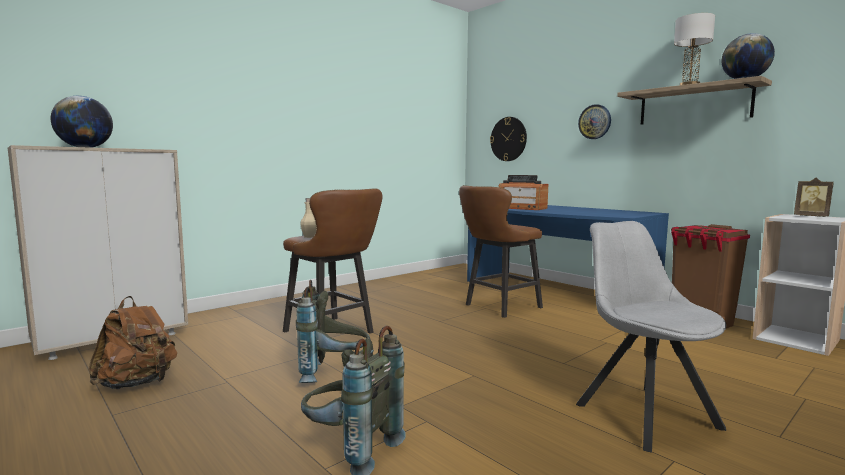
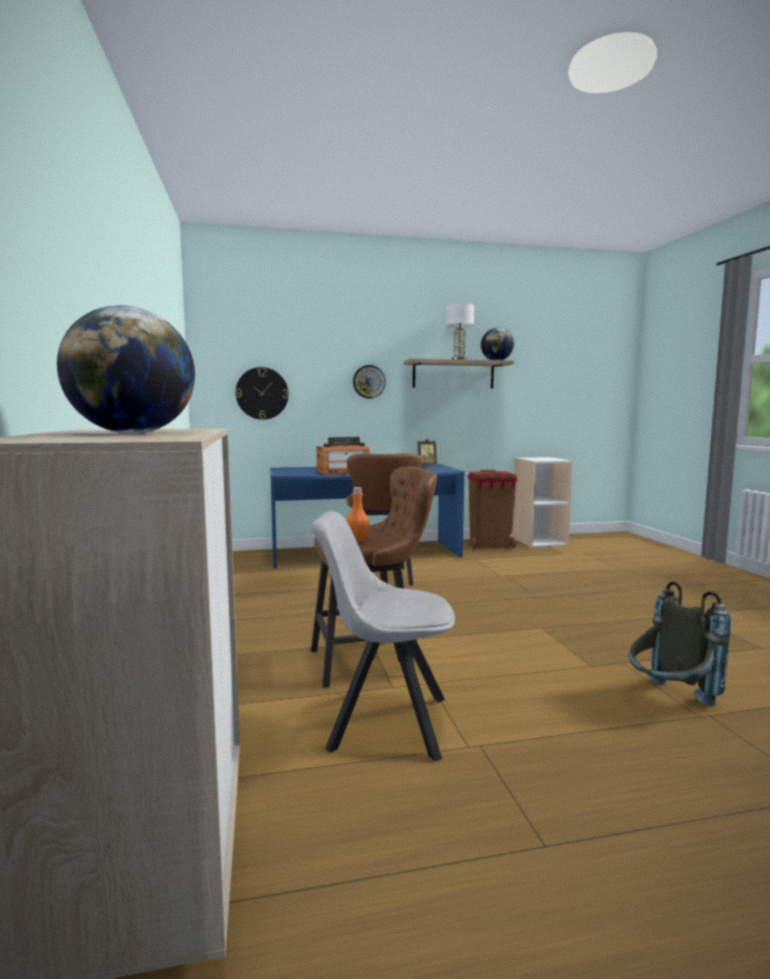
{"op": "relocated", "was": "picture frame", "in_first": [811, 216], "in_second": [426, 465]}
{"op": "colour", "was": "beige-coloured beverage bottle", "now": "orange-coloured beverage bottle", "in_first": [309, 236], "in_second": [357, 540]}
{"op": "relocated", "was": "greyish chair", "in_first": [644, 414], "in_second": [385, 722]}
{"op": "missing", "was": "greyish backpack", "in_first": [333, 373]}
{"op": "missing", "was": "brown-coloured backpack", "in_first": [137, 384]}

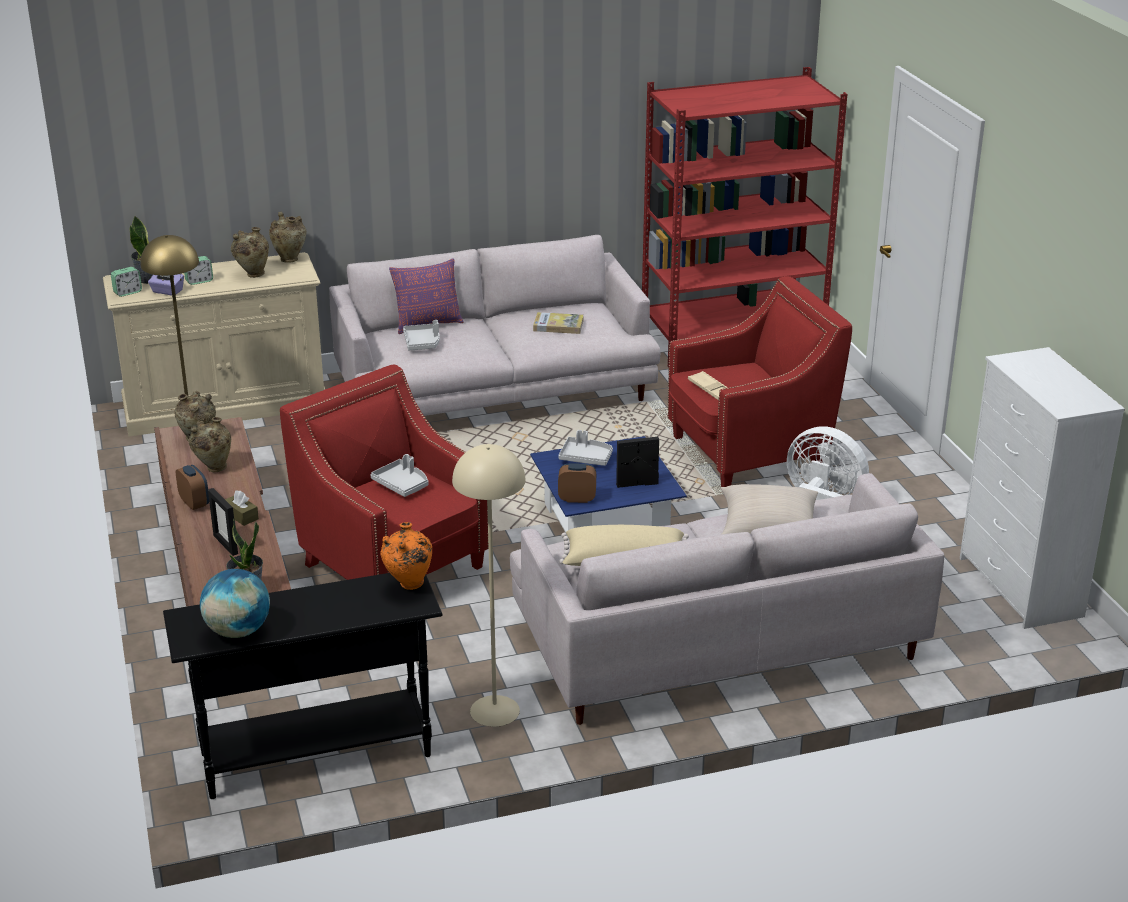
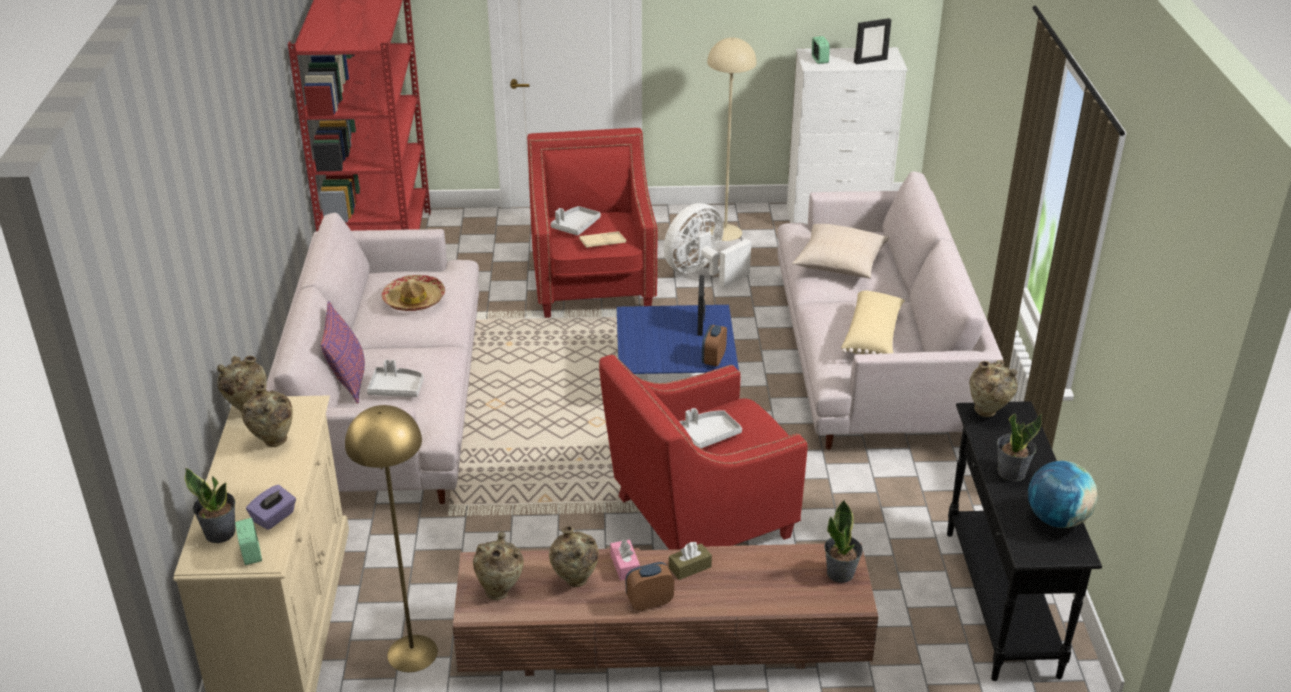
{"op": "relocated", "was": "alarm clock", "in_first": [199, 281], "in_second": [819, 60]}
{"op": "exchanged", "was": "book", "now": "wearable hat", "in_first": [558, 325], "in_second": [414, 300]}
{"op": "relocated", "was": "greyish carrying tray", "in_first": [586, 458], "in_second": [575, 226]}
{"op": "relocated", "was": "beige-coloured standing lamp", "in_first": [494, 710], "in_second": [725, 232]}
{"op": "relocated", "was": "picture frame", "in_first": [226, 544], "in_second": [870, 61]}
{"op": "colour", "was": "orange-coloured flower vase", "now": "beige-coloured flower vase", "in_first": [408, 585], "in_second": [988, 413]}
{"op": "appeared", "now": "potted plant", "in_second": [1011, 472]}
{"op": "appeared", "now": "pinkish tissue holder", "in_second": [625, 566]}

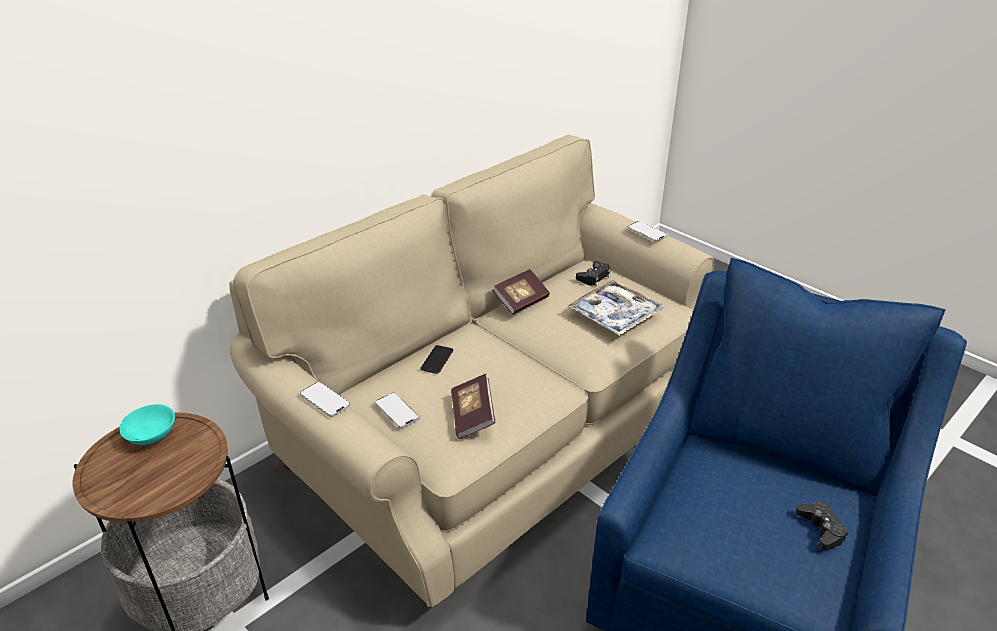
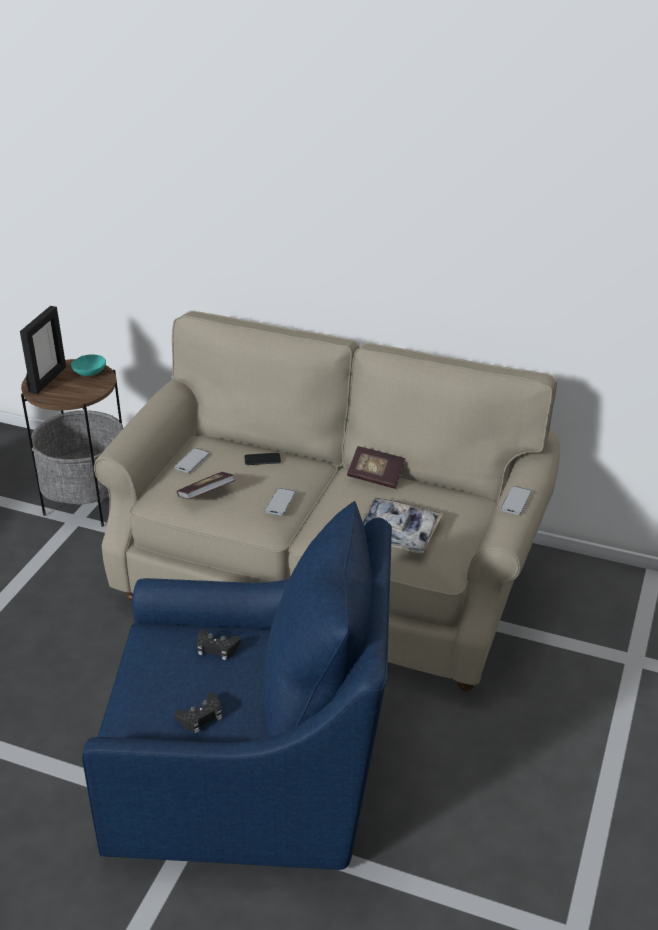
{"op": "relocated", "was": "blackish gamepad", "in_first": [594, 277], "in_second": [216, 648]}
{"op": "relocated", "was": "handset", "in_first": [325, 400], "in_second": [280, 502]}
{"op": "appeared", "now": "picture frame", "in_second": [47, 379]}

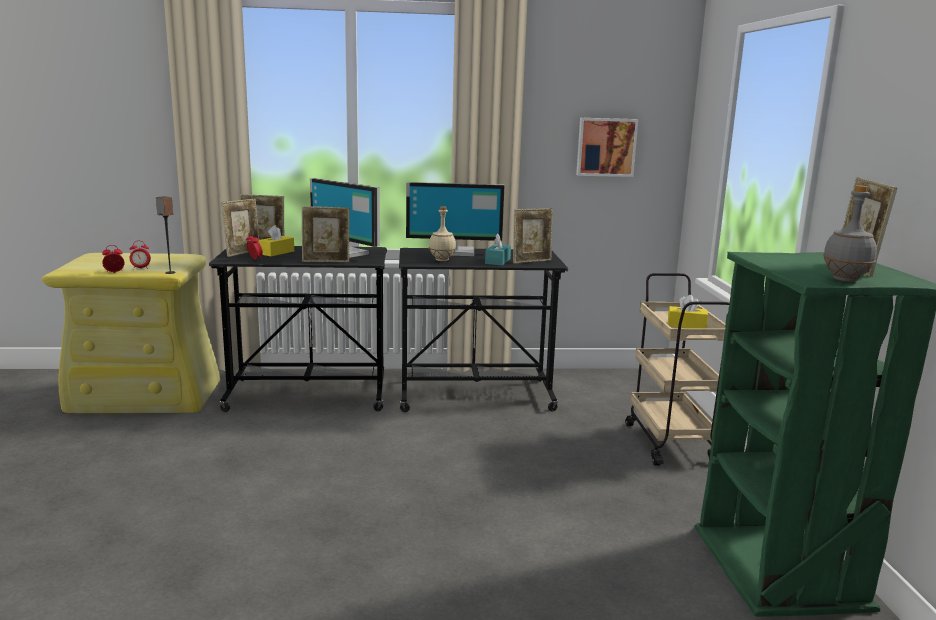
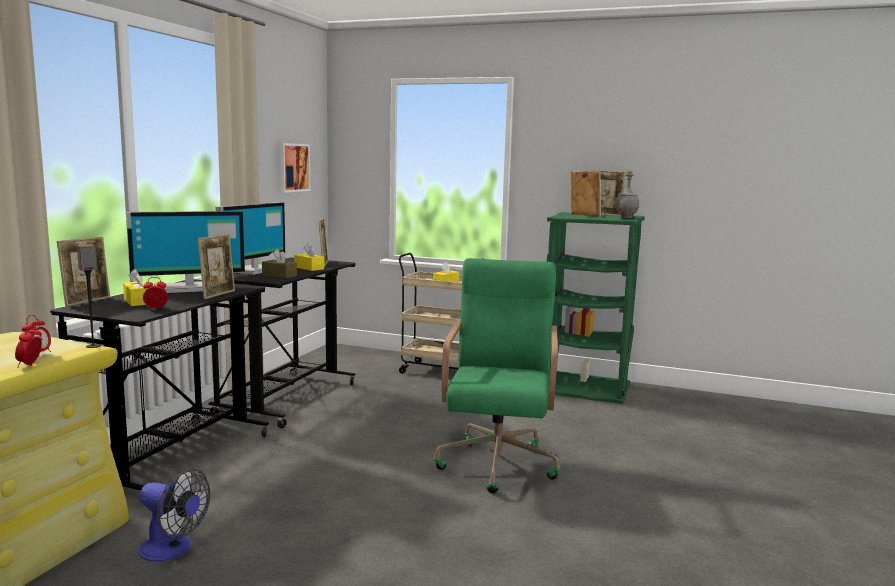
{"op": "relocated", "was": "picture frame", "in_first": [243, 253], "in_second": [584, 216]}
{"op": "exchanged", "was": "beige-coloured beverage bottle", "now": "brown-coloured tissue holder", "in_first": [442, 260], "in_second": [279, 275]}
{"op": "colour", "was": "turquoise tissue holder", "now": "yellow tissue holder", "in_first": [497, 261], "in_second": [309, 268]}
{"op": "appeared", "now": "greenish office chair", "in_second": [497, 463]}
{"op": "appeared", "now": "cooling fan", "in_second": [172, 550]}

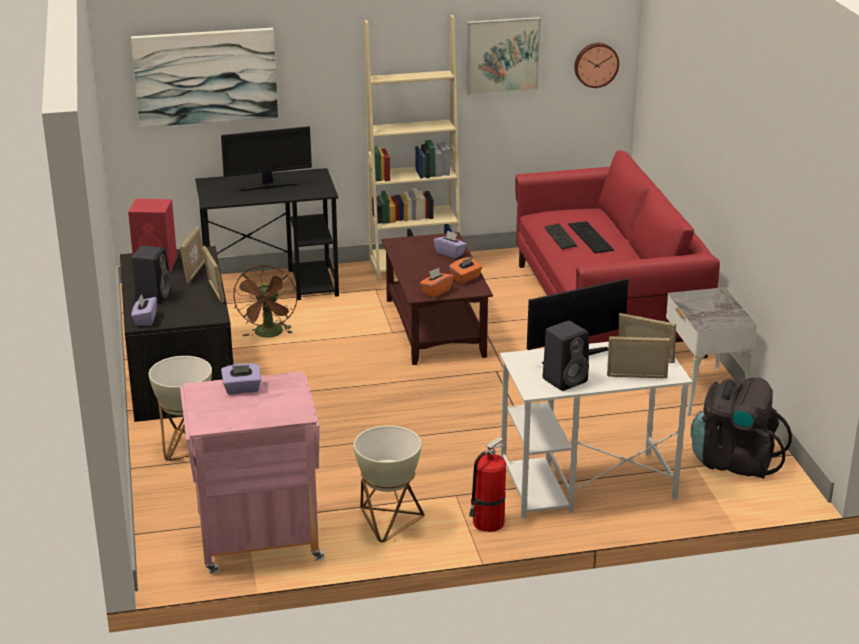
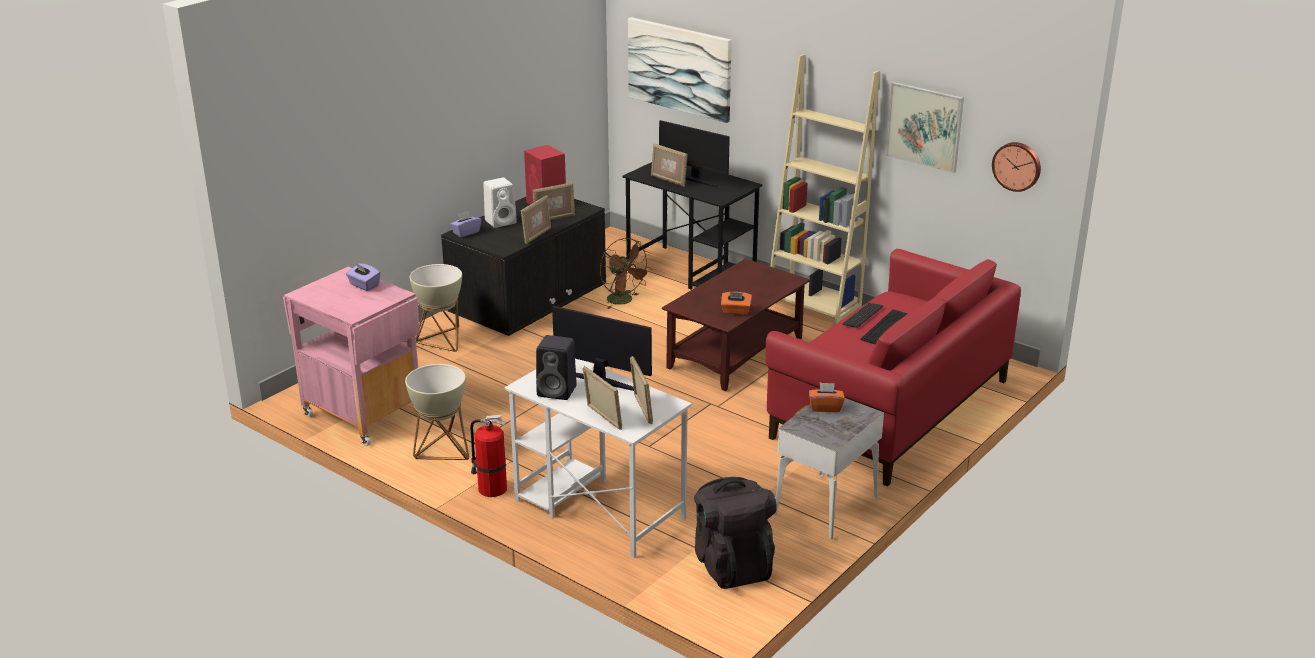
{"op": "missing", "was": "purple tissue holder", "in_first": [450, 253]}
{"op": "colour", "was": "blackish loudspeaker", "now": "whitish loudspeaker", "in_first": [153, 296], "in_second": [501, 221]}
{"op": "spun", "was": "brown-coloured cooling fan", "in_first": [269, 334], "in_second": [624, 301], "clockwise": -90}
{"op": "relocated", "was": "orange-coloured tissue holder", "in_first": [436, 291], "in_second": [825, 407]}
{"op": "appeared", "now": "picture frame", "in_second": [668, 180]}

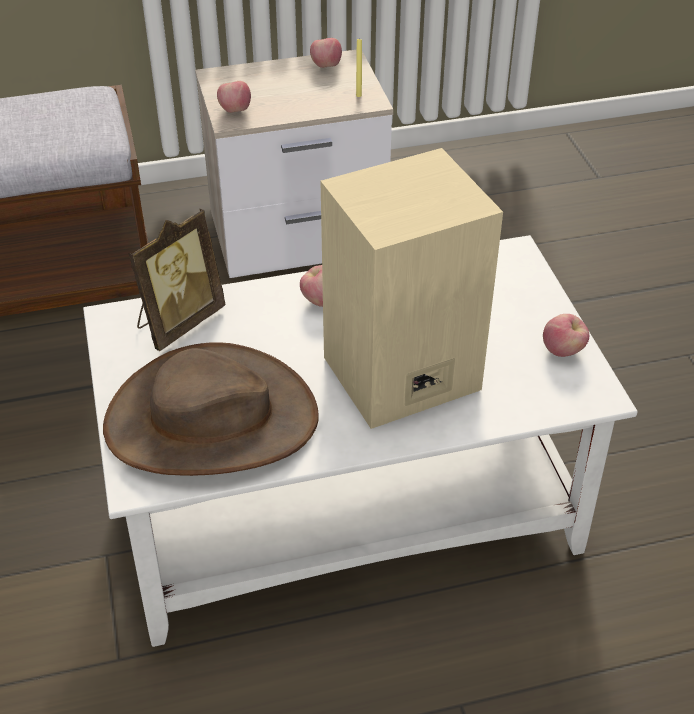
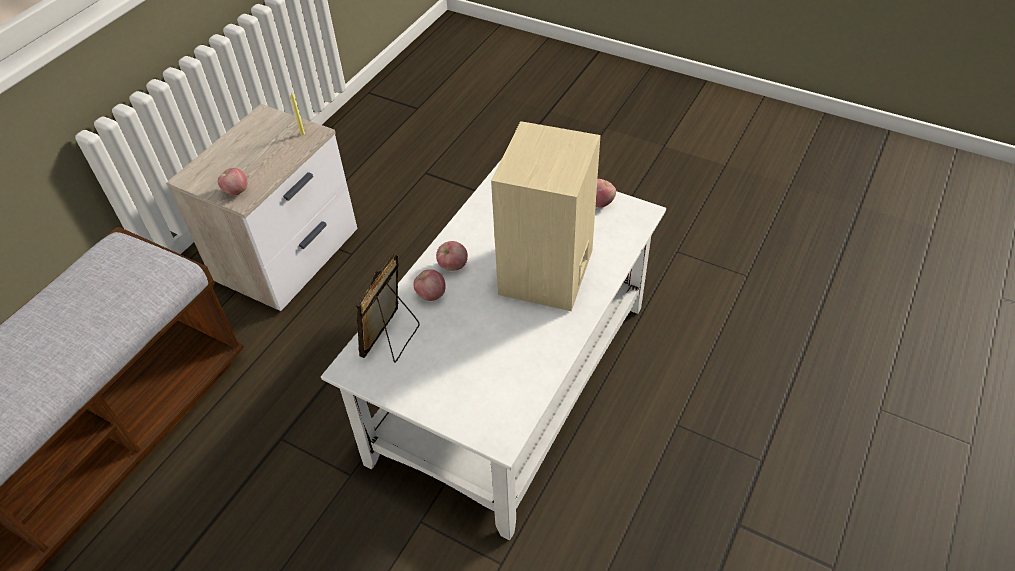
{"op": "relocated", "was": "apple fruit", "in_first": [326, 66], "in_second": [430, 295]}
{"op": "spun", "was": "picture frame", "in_first": [178, 322], "in_second": [392, 339], "clockwise": -150}
{"op": "missing", "was": "brown-coloured wearable hat", "in_first": [211, 420]}

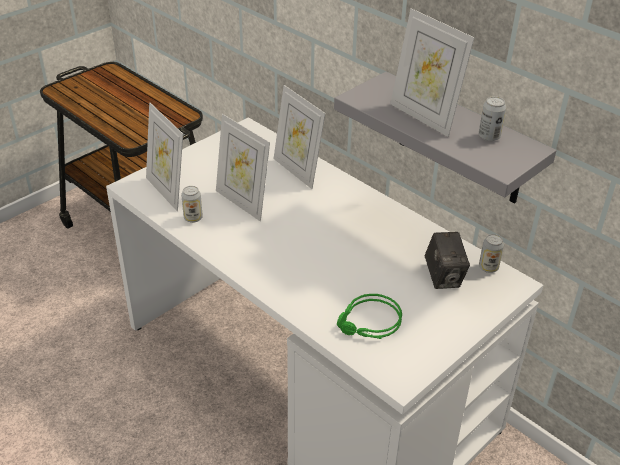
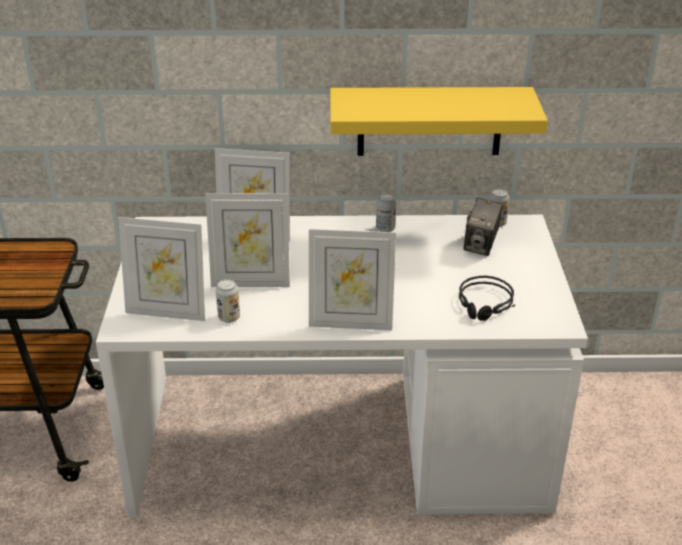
{"op": "relocated", "was": "picture frame", "in_first": [424, 117], "in_second": [350, 323]}
{"op": "colour", "was": "greyish wall shelf", "now": "yellow wall shelf", "in_first": [460, 140], "in_second": [429, 121]}
{"op": "relocated", "was": "metal can", "in_first": [489, 136], "in_second": [385, 228]}
{"op": "spun", "was": "photo camera", "in_first": [443, 277], "in_second": [481, 246], "clockwise": 75}
{"op": "colour", "was": "greenish headset", "now": "blackish headset", "in_first": [369, 324], "in_second": [486, 304]}

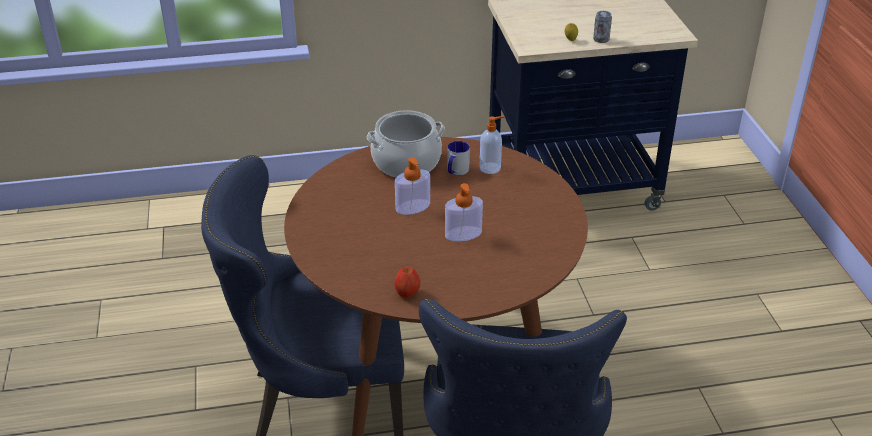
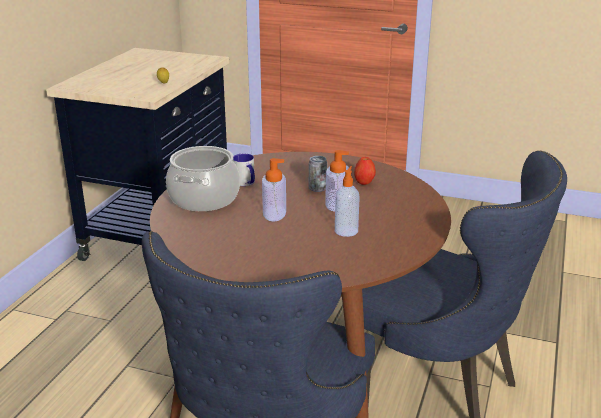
{"op": "relocated", "was": "metal can", "in_first": [601, 39], "in_second": [317, 188]}
{"op": "relocated", "was": "soap dispenser", "in_first": [491, 168], "in_second": [346, 230]}
{"op": "relocated", "was": "apple fruit", "in_first": [407, 294], "in_second": [364, 182]}

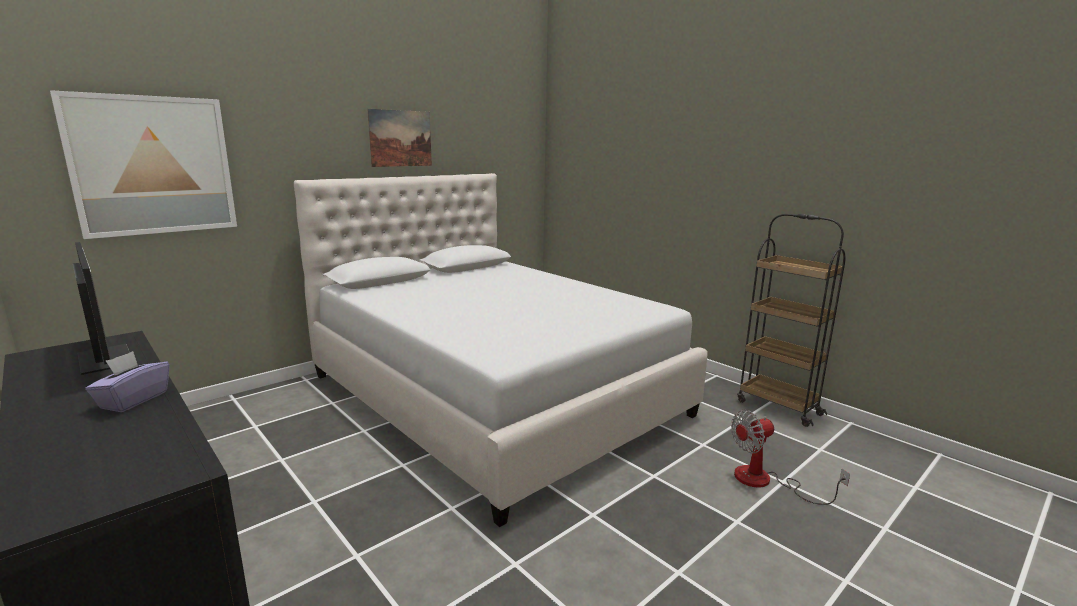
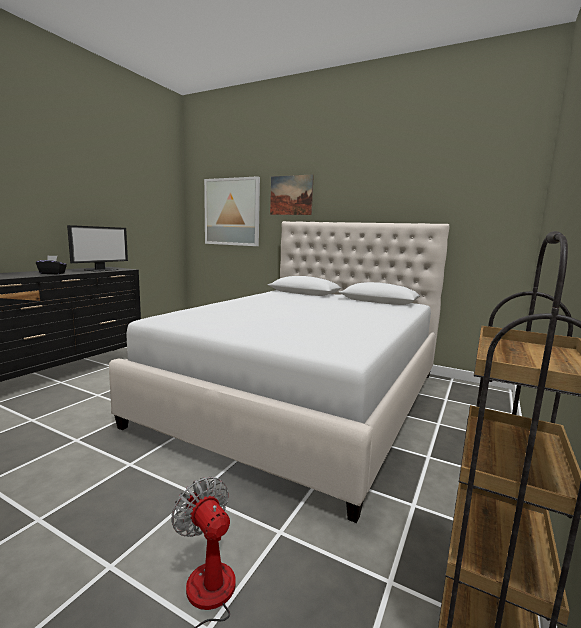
{"op": "relocated", "was": "wall picture", "in_first": [400, 138], "in_second": [291, 195]}
{"op": "colour", "was": "purple tissue holder", "now": "blackish tissue holder", "in_first": [133, 400], "in_second": [52, 273]}

